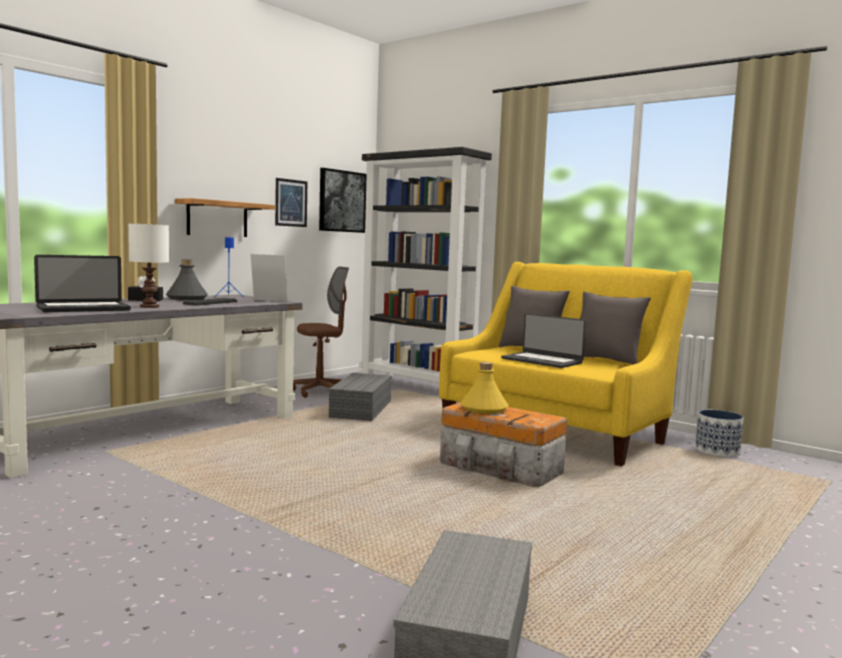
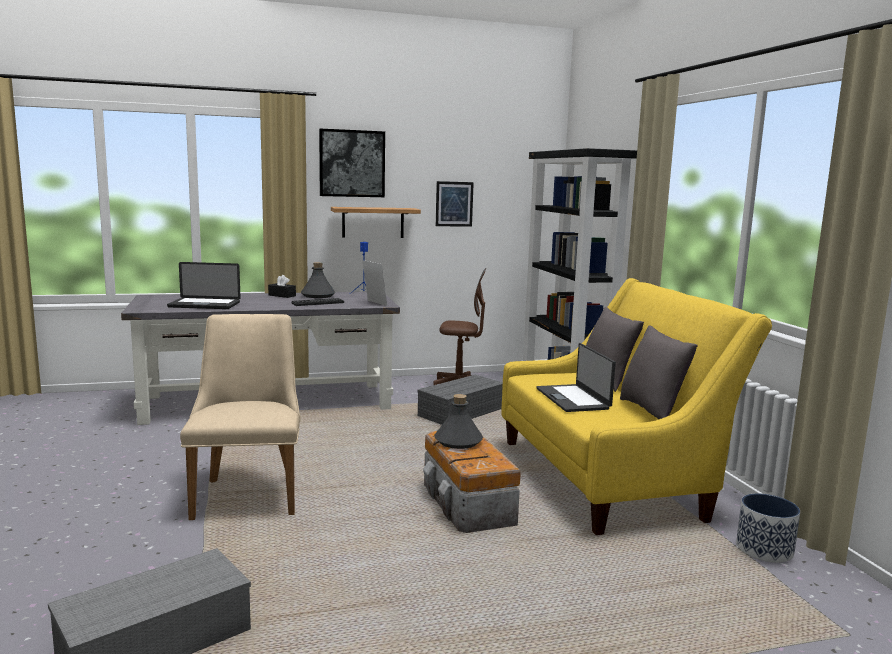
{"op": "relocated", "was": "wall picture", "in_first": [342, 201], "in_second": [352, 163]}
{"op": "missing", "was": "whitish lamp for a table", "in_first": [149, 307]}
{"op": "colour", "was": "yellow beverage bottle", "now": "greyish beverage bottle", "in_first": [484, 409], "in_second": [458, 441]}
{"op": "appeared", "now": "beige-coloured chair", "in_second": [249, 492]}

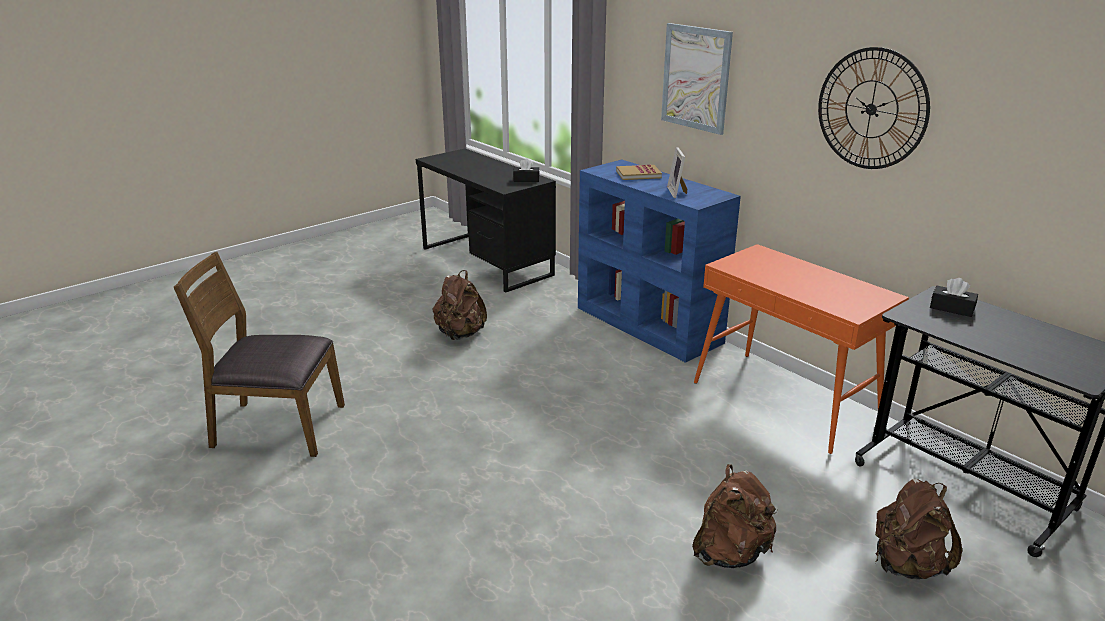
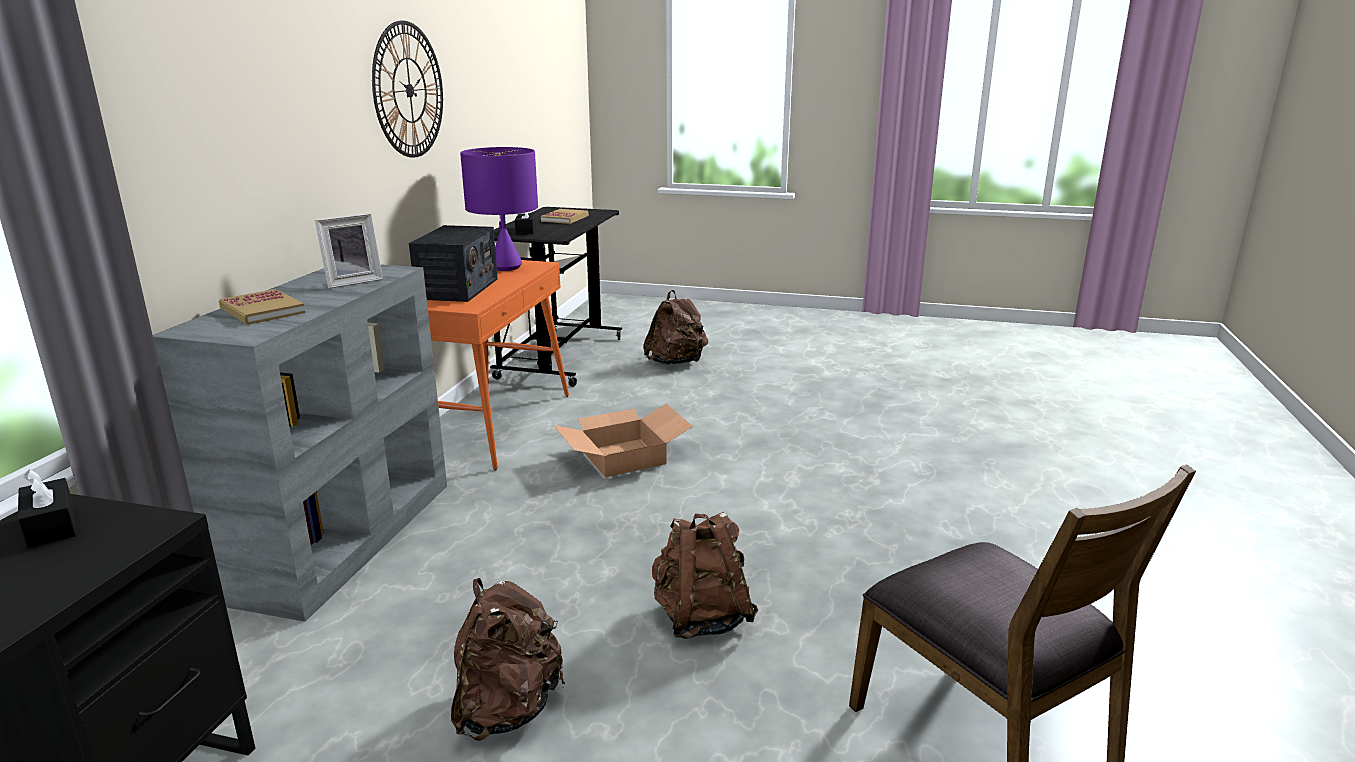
{"op": "missing", "was": "wall picture", "in_first": [696, 78]}
{"op": "colour", "was": "blue-coloured shelving unit", "now": "greyish shelving unit", "in_first": [649, 324], "in_second": [340, 538]}
{"op": "relocated", "was": "brown-coloured backpack", "in_first": [730, 553], "in_second": [701, 618]}
{"op": "appeared", "now": "purple lamp for a table", "in_second": [506, 267]}
{"op": "appeared", "now": "book", "in_second": [565, 218]}
{"op": "appeared", "now": "radio", "in_second": [457, 289]}
{"op": "appeared", "now": "cardboard box", "in_second": [624, 457]}

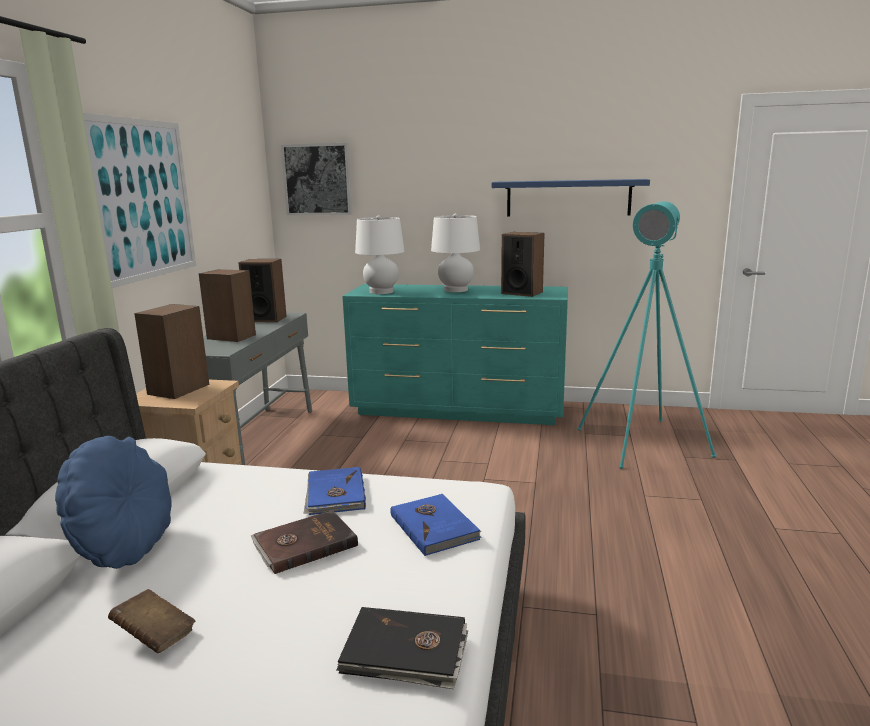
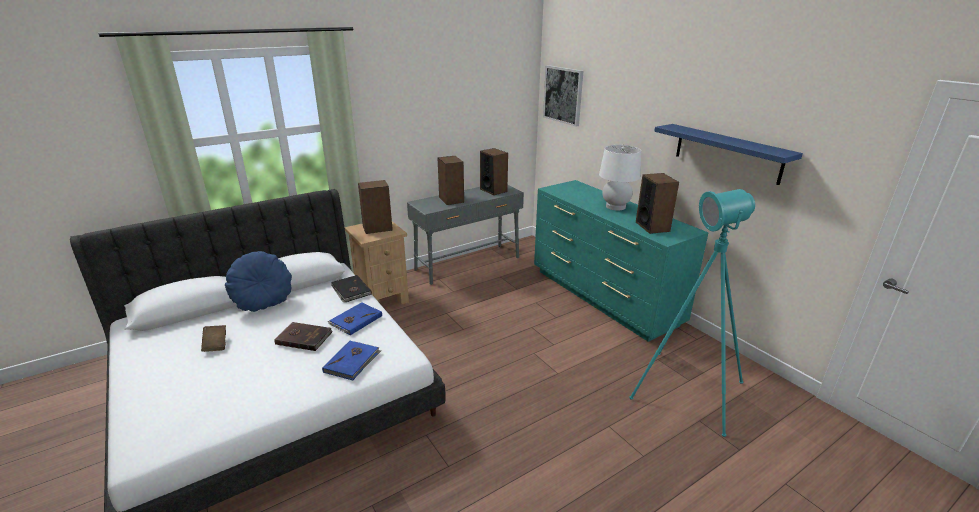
{"op": "missing", "was": "wall picture", "in_first": [142, 200]}
{"op": "missing", "was": "whitish lamp for a table", "in_first": [381, 292]}
{"op": "relocated", "was": "blackish book", "in_first": [405, 652], "in_second": [350, 290]}

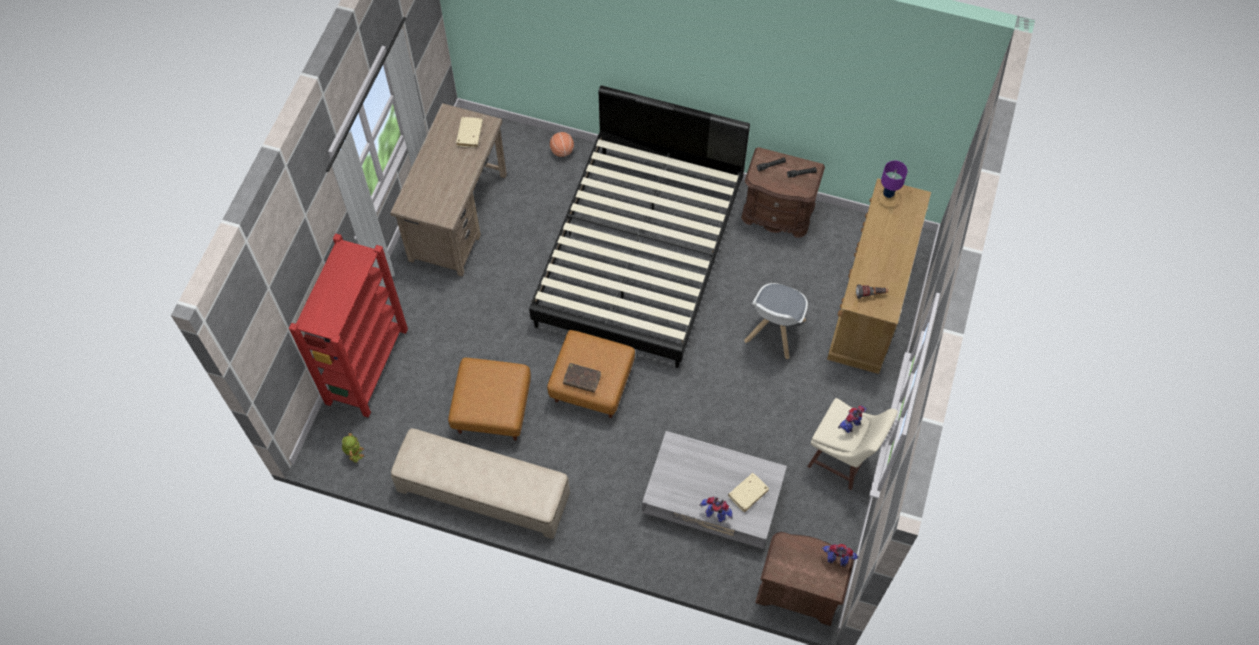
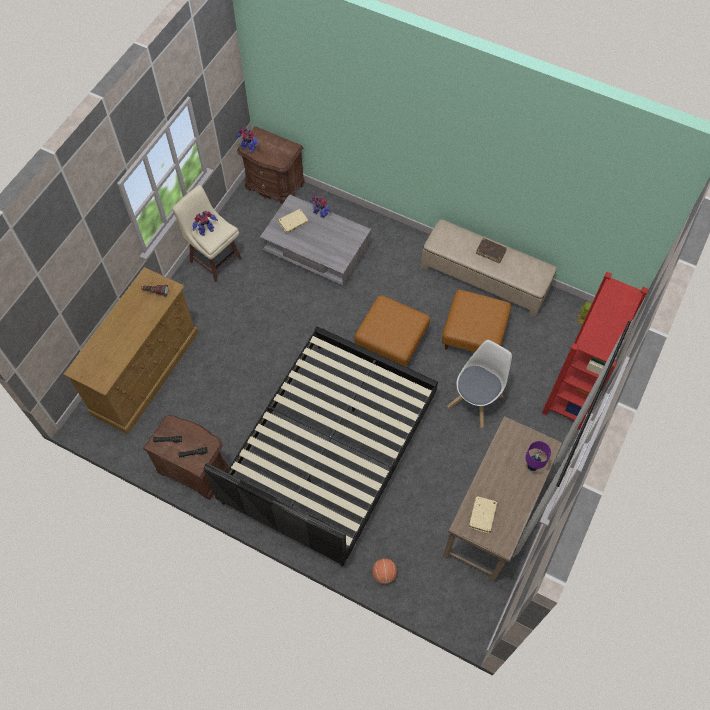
{"op": "relocated", "was": "purple lamp for a table", "in_first": [888, 193], "in_second": [532, 467]}
{"op": "relocated", "was": "chair", "in_first": [774, 332], "in_second": [476, 400]}
{"op": "relocated", "was": "brown-coloured book", "in_first": [582, 379], "in_second": [491, 252]}

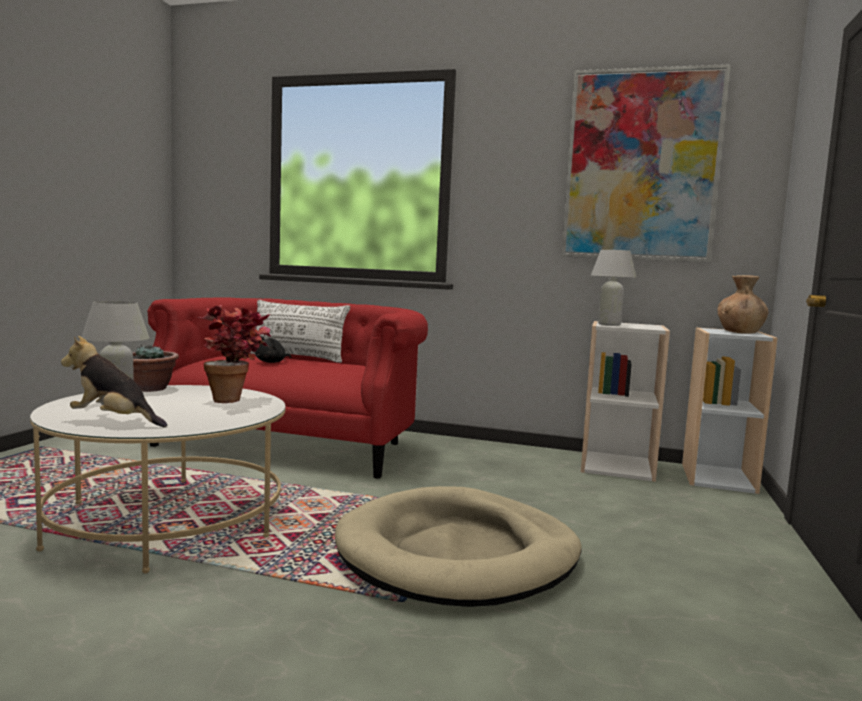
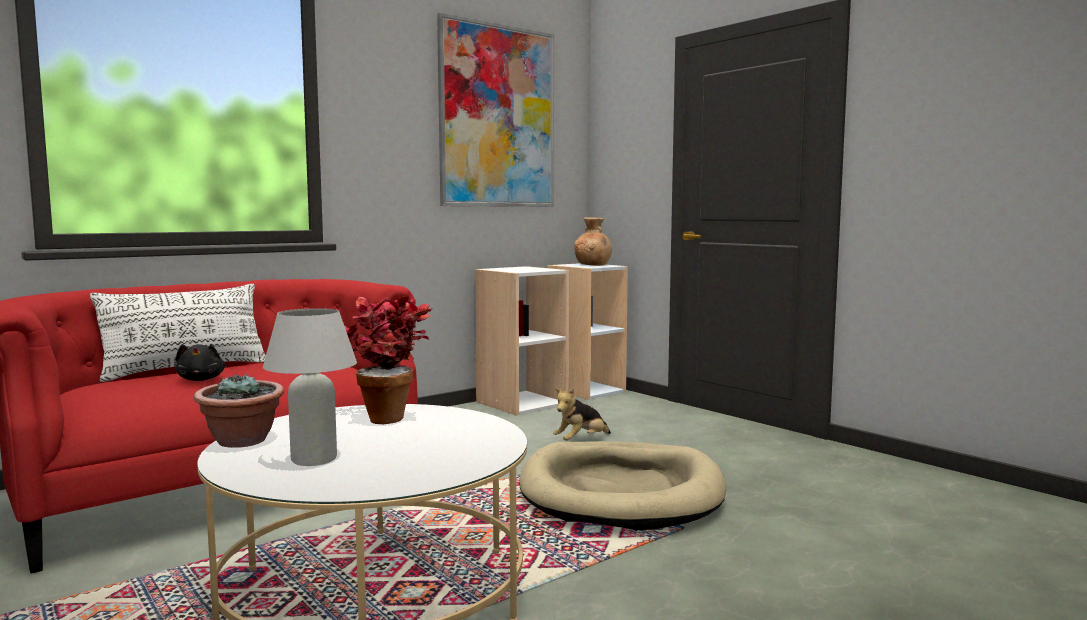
{"op": "missing", "was": "whitish lamp for a table", "in_first": [609, 324]}
{"op": "relocated", "was": "cuddly toy", "in_first": [114, 421], "in_second": [581, 441]}

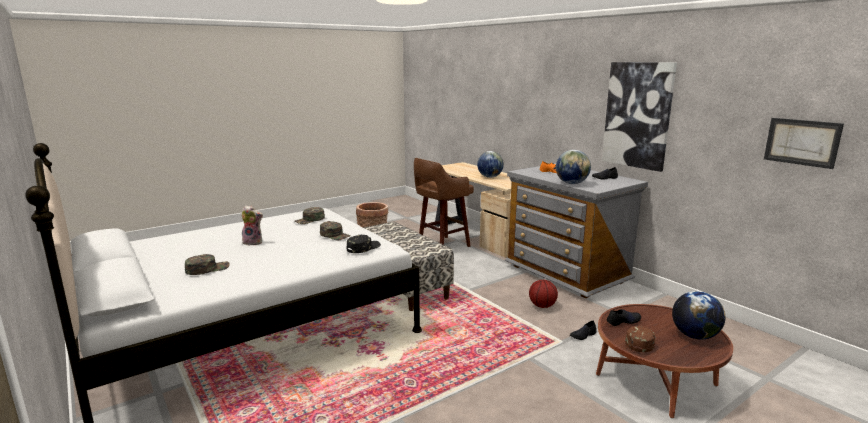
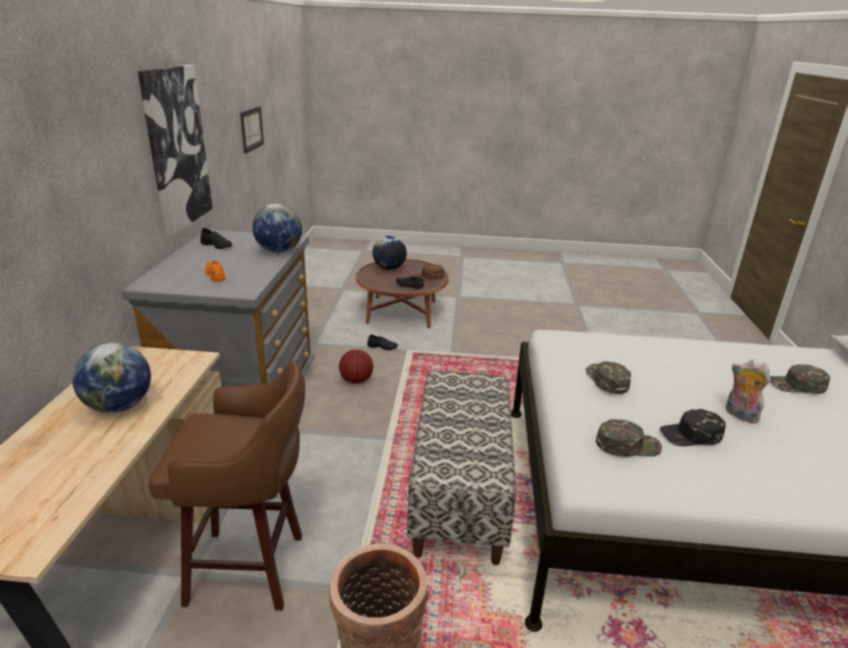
{"op": "relocated", "was": "blackish peaked cap", "in_first": [363, 247], "in_second": [691, 435]}

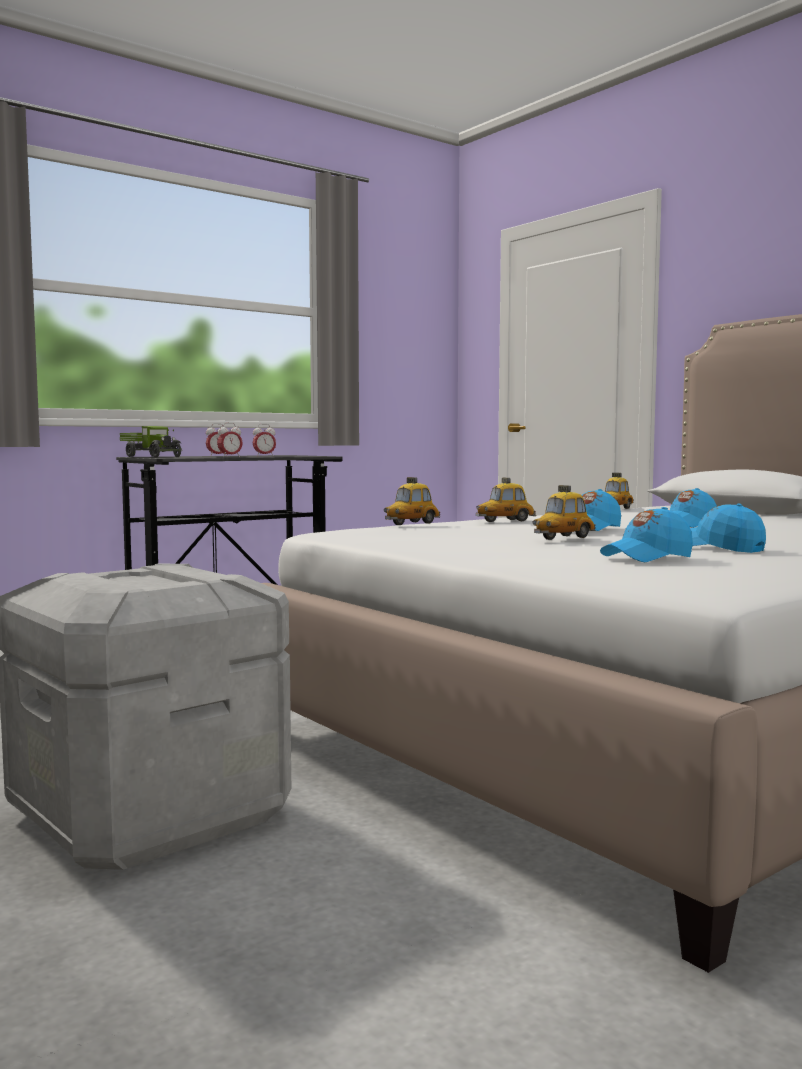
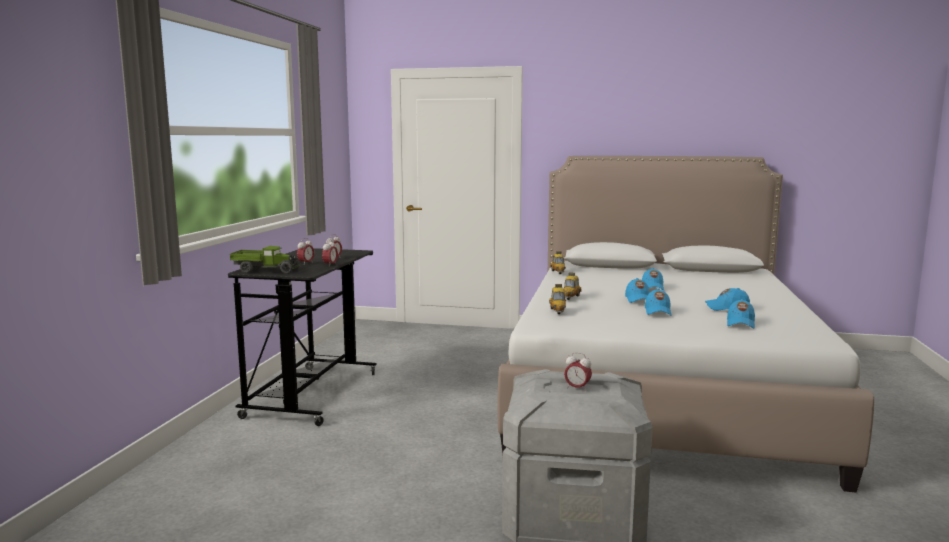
{"op": "exchanged", "was": "toy car", "now": "blue-coloured peaked cap", "in_first": [563, 538], "in_second": [657, 312]}
{"op": "appeared", "now": "alarm clock", "in_second": [577, 388]}

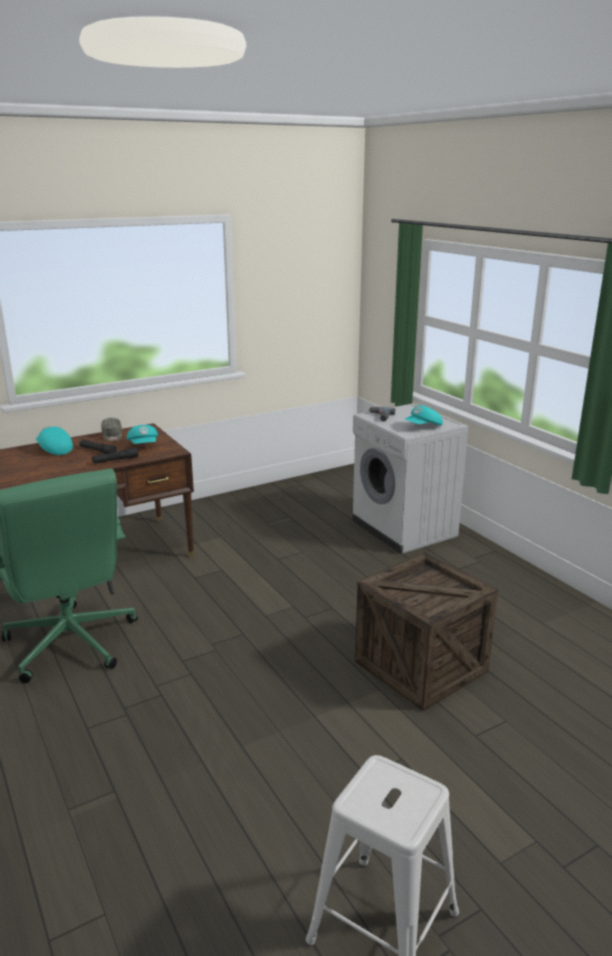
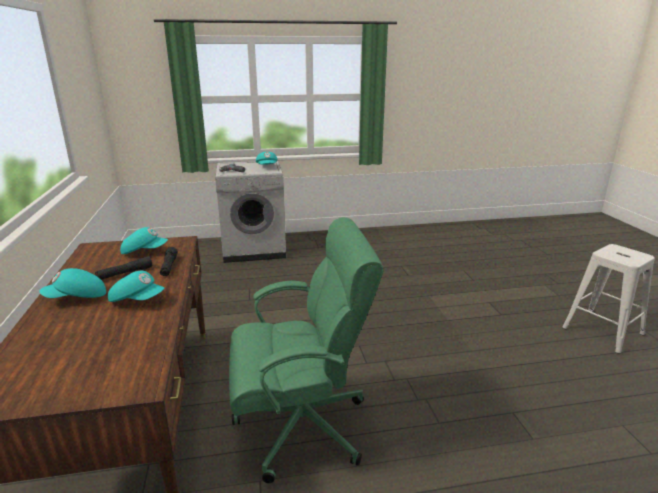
{"op": "missing", "was": "greyish peaked cap", "in_first": [112, 436]}
{"op": "missing", "was": "packing crate", "in_first": [421, 666]}
{"op": "appeared", "now": "turquoise peaked cap", "in_second": [137, 300]}

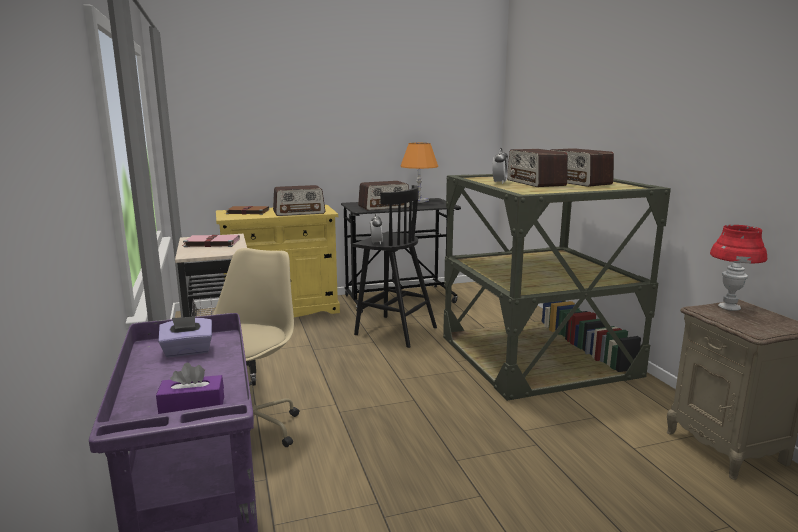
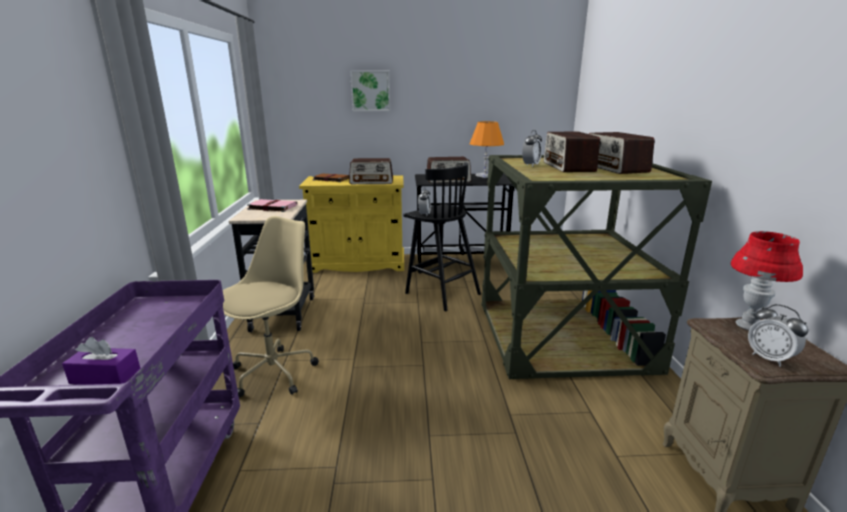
{"op": "missing", "was": "purple tissue holder", "in_first": [187, 351]}
{"op": "appeared", "now": "wall picture", "in_second": [370, 91]}
{"op": "appeared", "now": "alarm clock", "in_second": [769, 358]}

